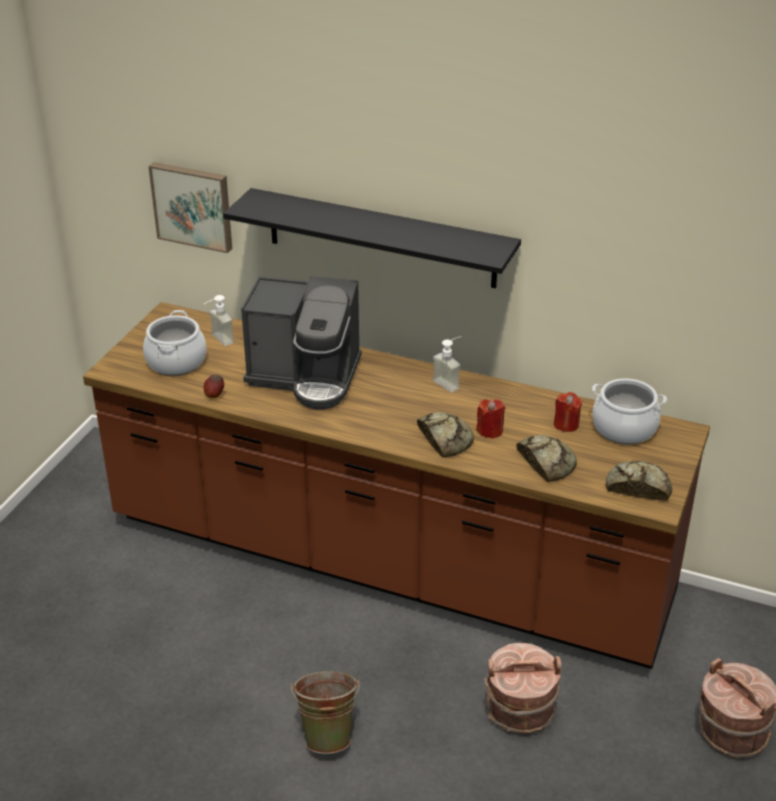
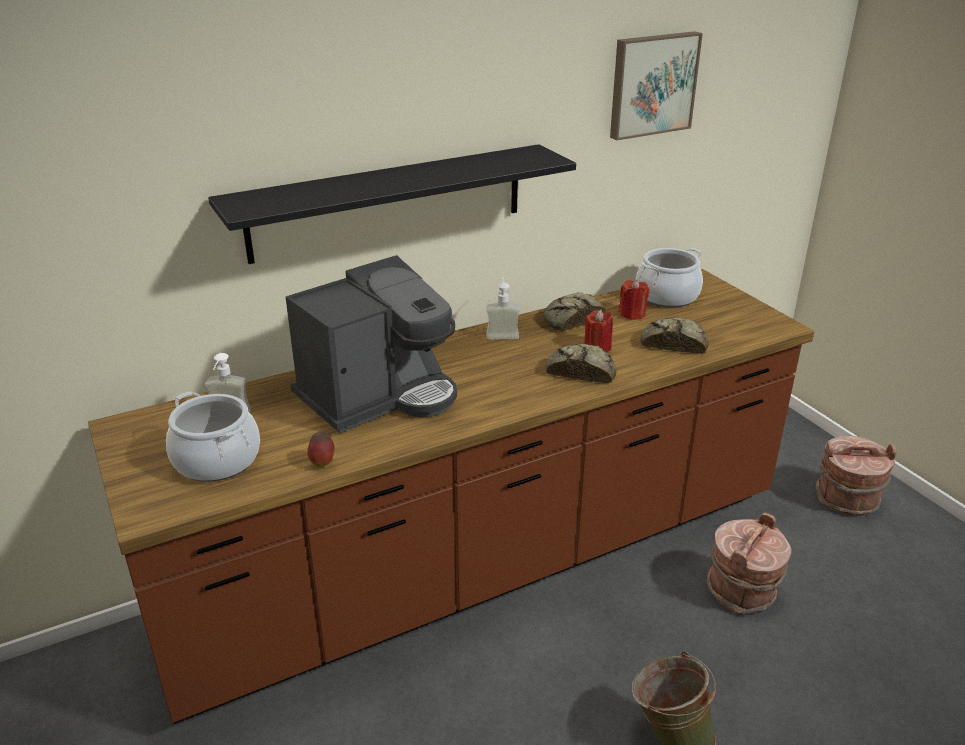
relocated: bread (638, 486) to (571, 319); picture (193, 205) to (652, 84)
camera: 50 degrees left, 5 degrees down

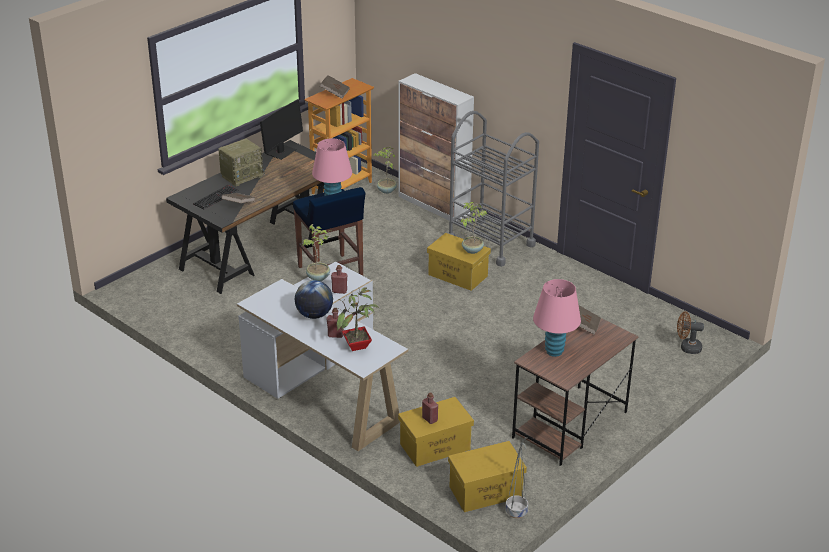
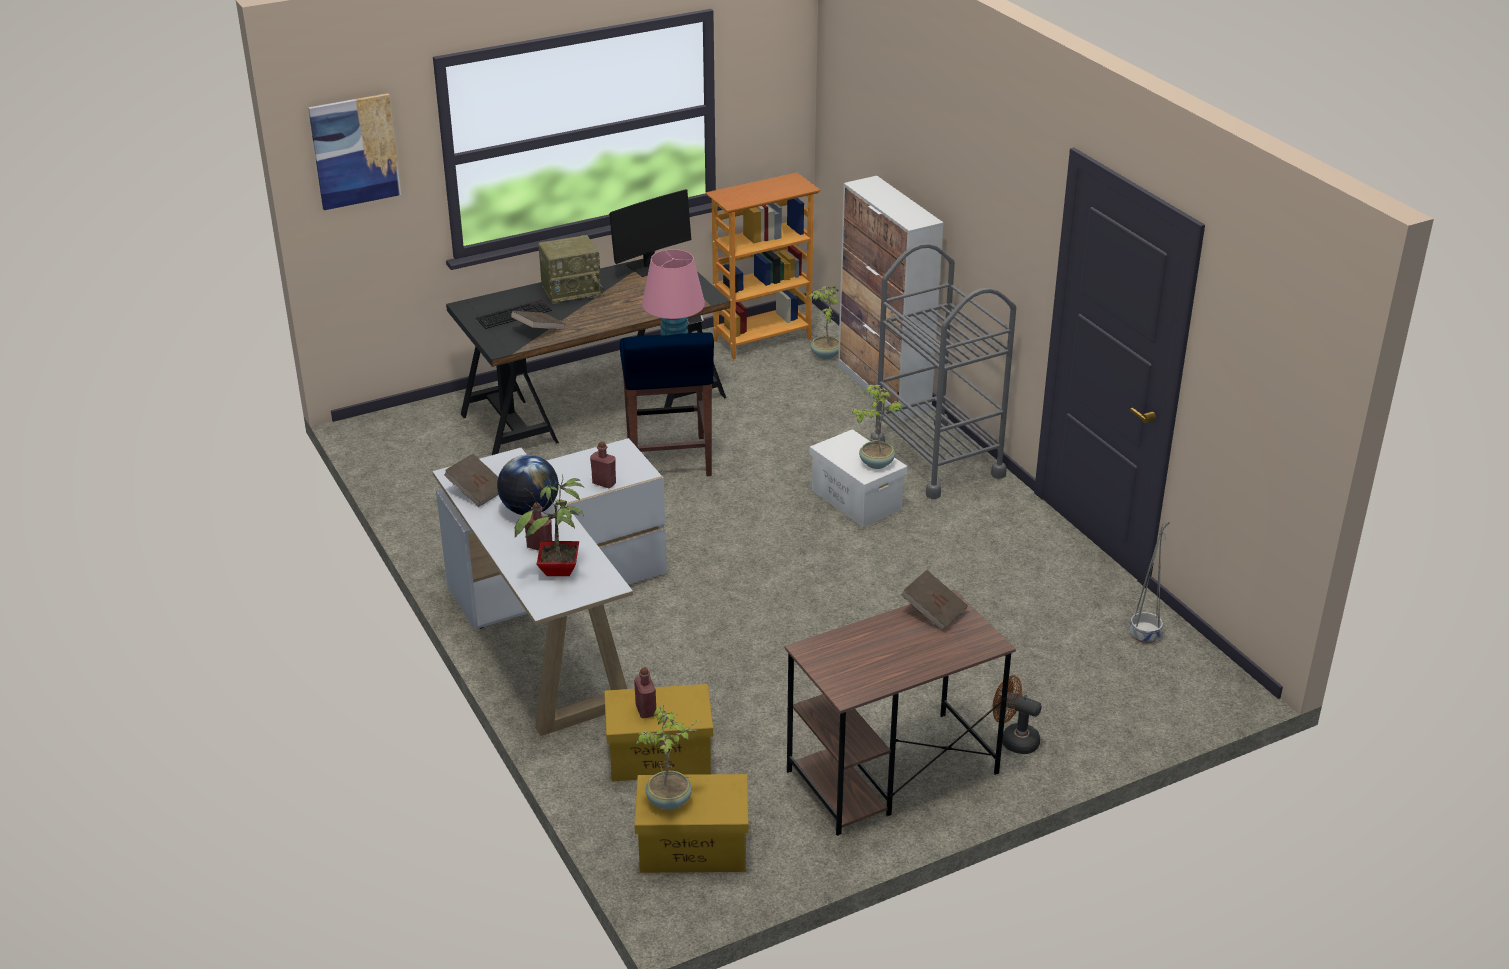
missing: table lamp/pink (554, 351)
appeared: picture (355, 151)
relocated: book/brown (335, 93) to (477, 491); potted plant (318, 277) to (670, 801); fan/brown (687, 348) to (1013, 740); planter/grey (516, 512) to (1145, 635)
colour: storage box/yellow (458, 275) to storage box/white (857, 500)
camera: 20 degrees right, 0 degrees up

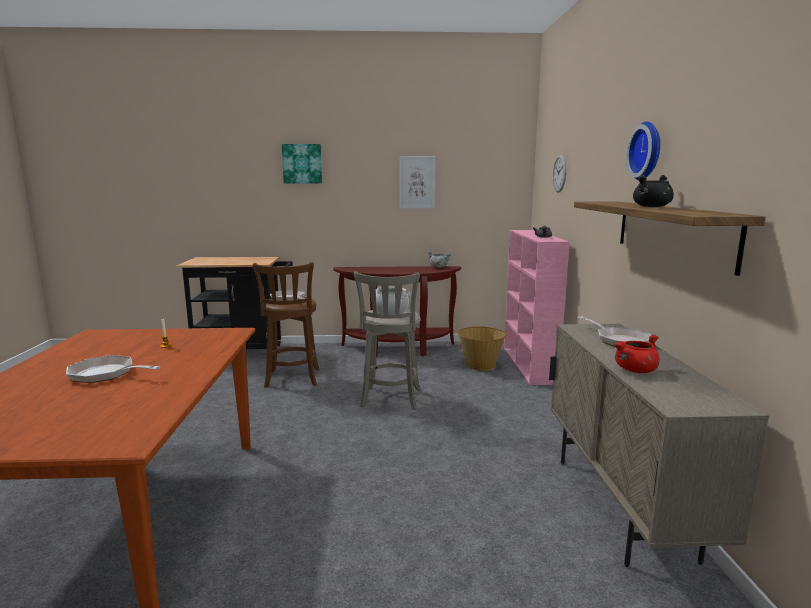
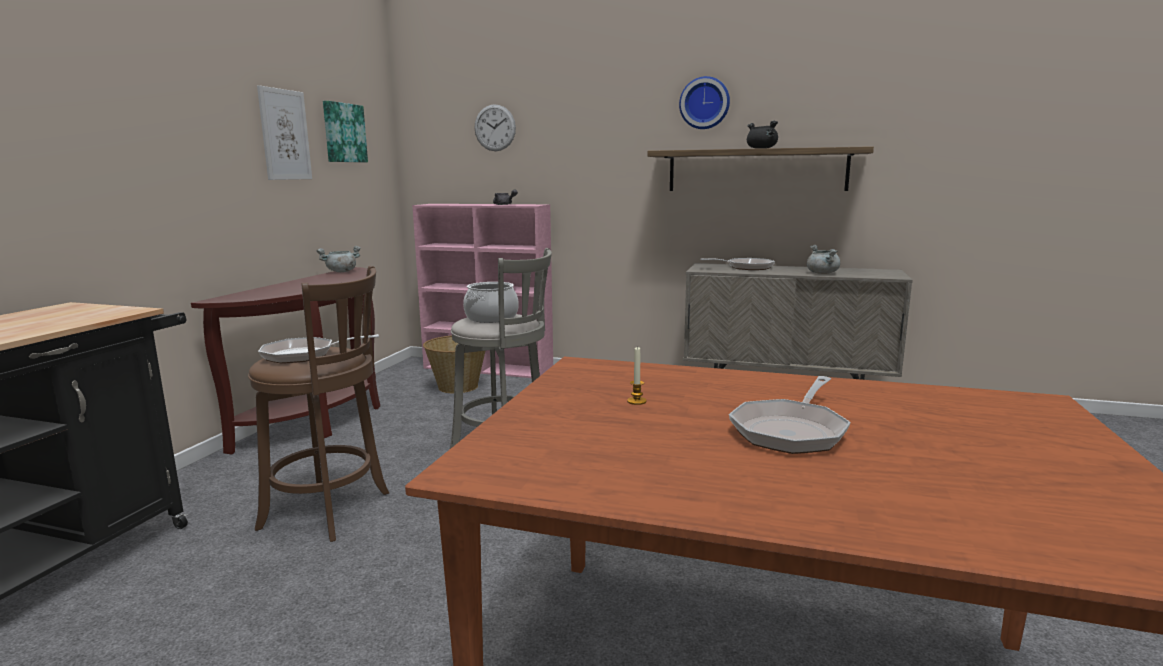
relocated: picture (302, 164) to (343, 133)
colour: cooking pot/red (635, 370) to cooking pot/grey (822, 273)
camera: 70 degrees left, 0 degrees up

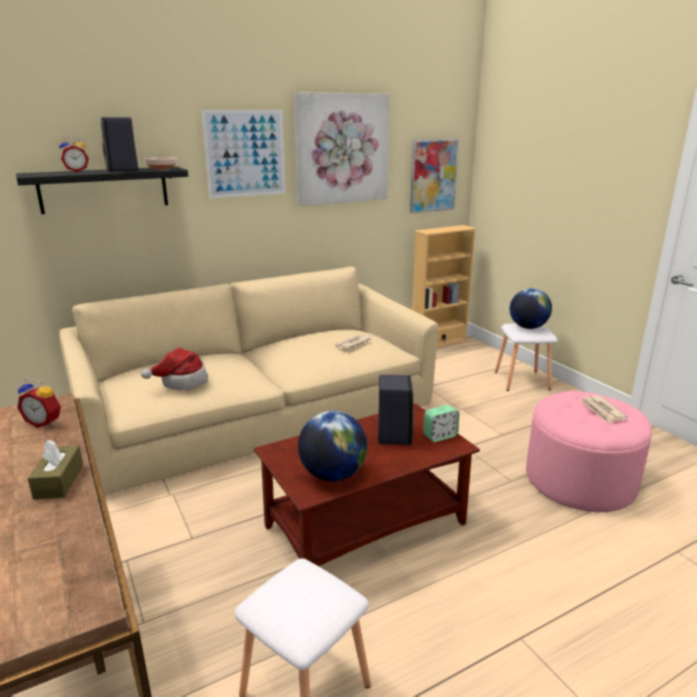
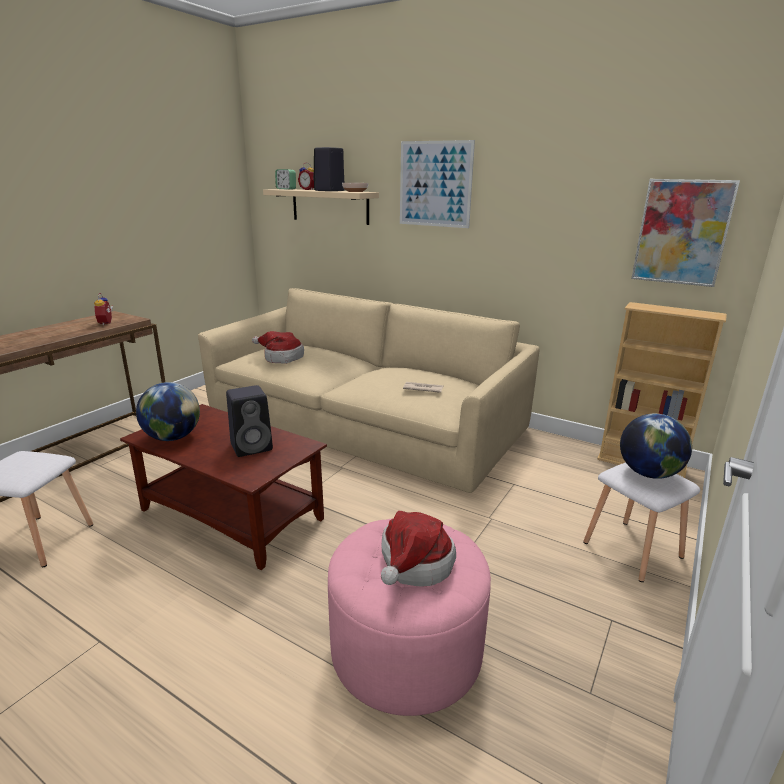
missing: tissue box/brown (59, 481); picture (342, 149)
relocated: alarm clock (440, 436) to (286, 189)
exchanged: newspaper (602, 411) to hat (413, 565)
colour: shelf/black (104, 189) to shelf/beige (330, 206)
camera: 60 degrees right, 0 degrees up

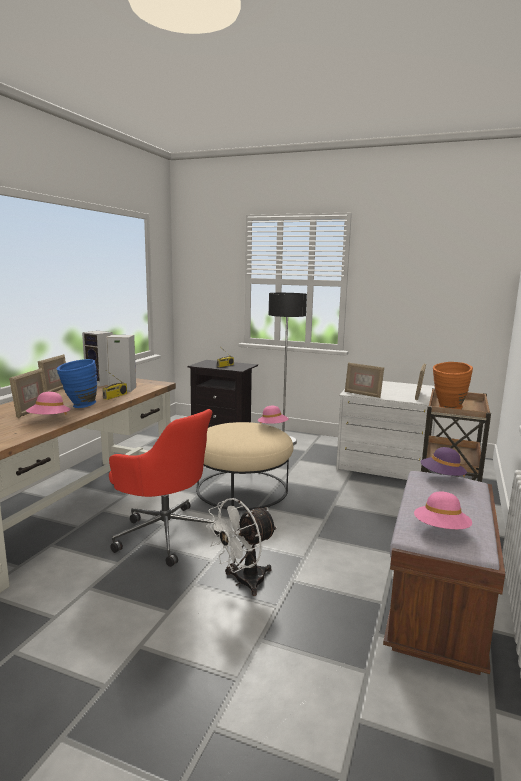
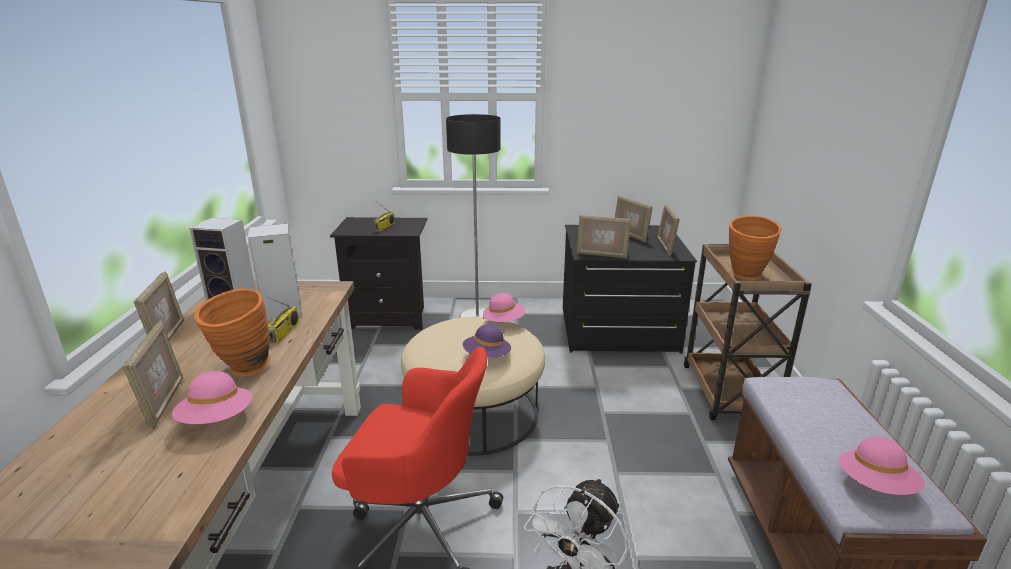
appeared: picture frame (630, 235)
relocated: hat/purple (442, 477) to (487, 356)
colour: vase/blue (79, 406) to vase/orange (242, 371); dresser/white (385, 463) to dresser/black (618, 330)
camera: 20 degrees left, 10 degrees up

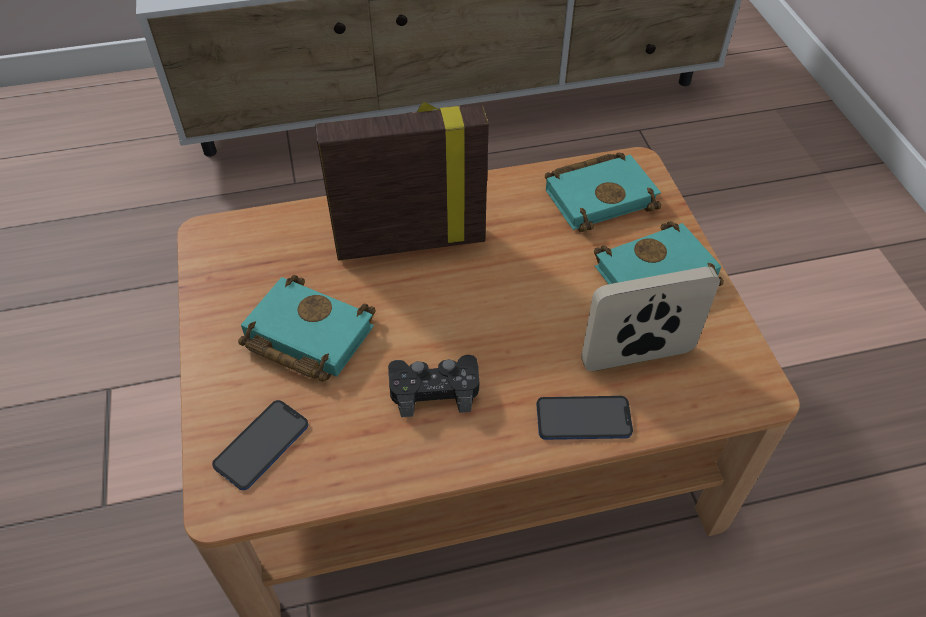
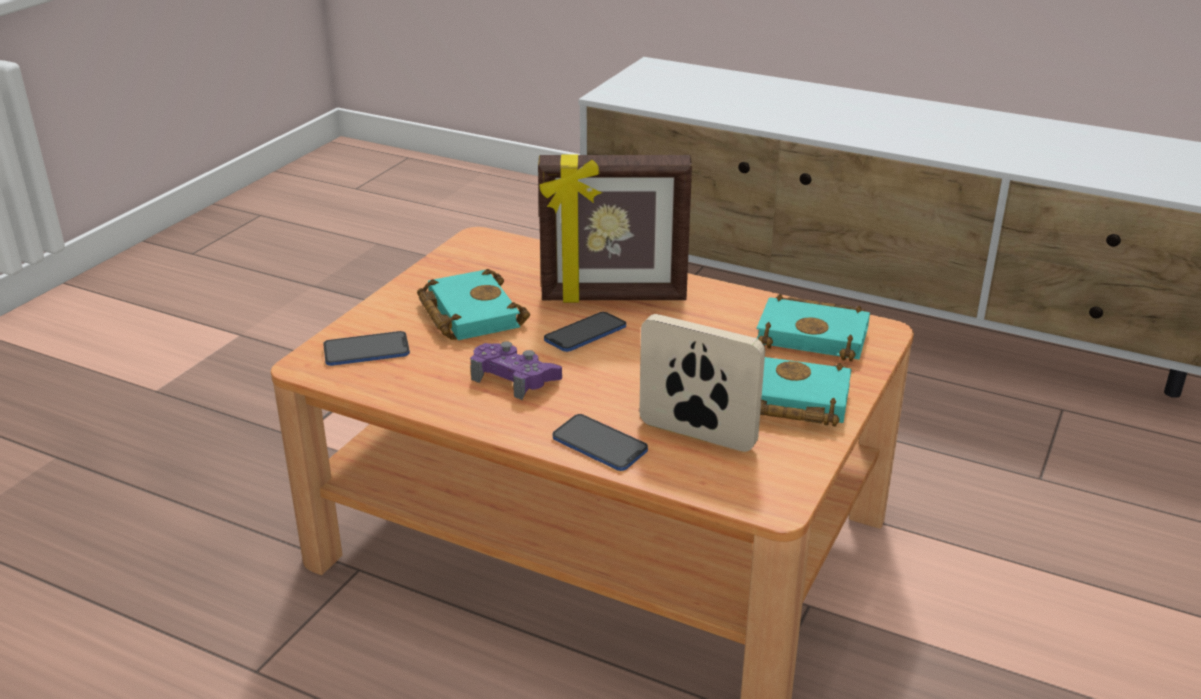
appeared: phone (585, 334)
colour: game controller/black (434, 389) to game controller/purple (515, 378)
spun: picture frame (410, 241) = (614, 297) 150 degrees clockwise
camera: 40 degrees right, 20 degrees down

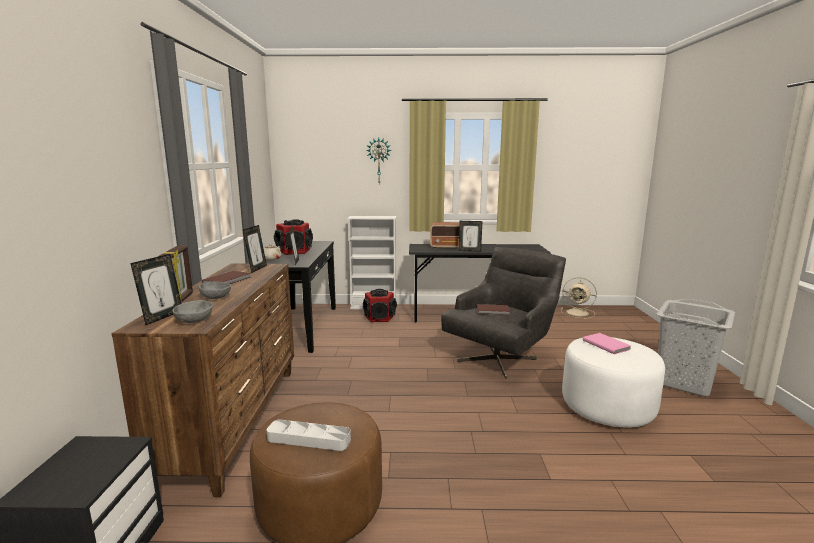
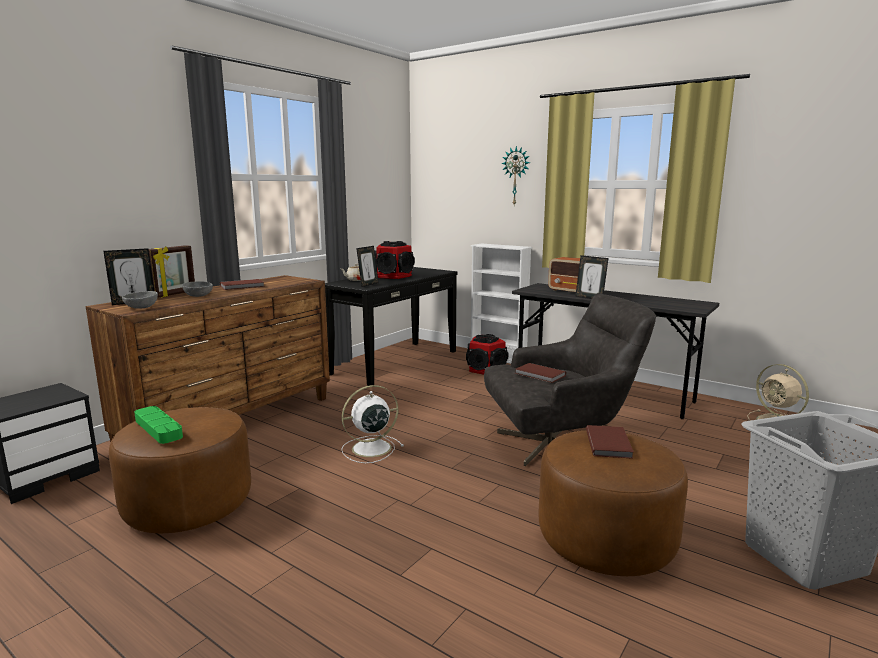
missing: picture frame (256, 269)
appeared: fan/white (369, 449)
colour: tray/grey (309, 439) to tray/green (158, 428); ottoman/white (607, 407) to ottoman/brown (606, 540); book/pink (606, 344) to book/brown (609, 443)
camera: 35 degrees right, 0 degrees up

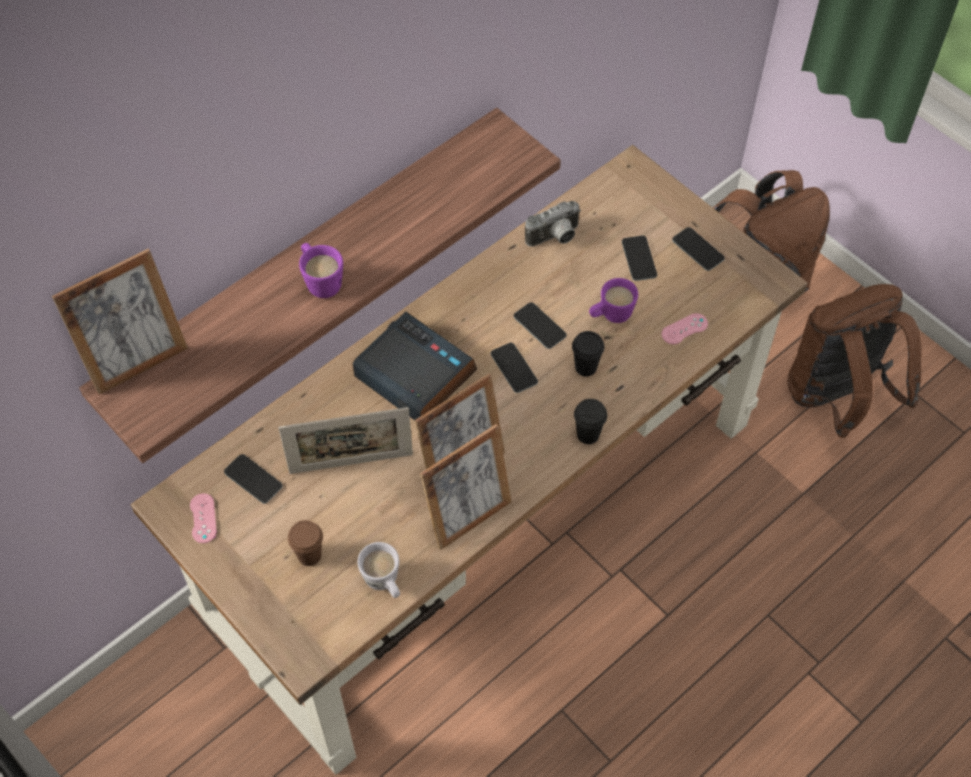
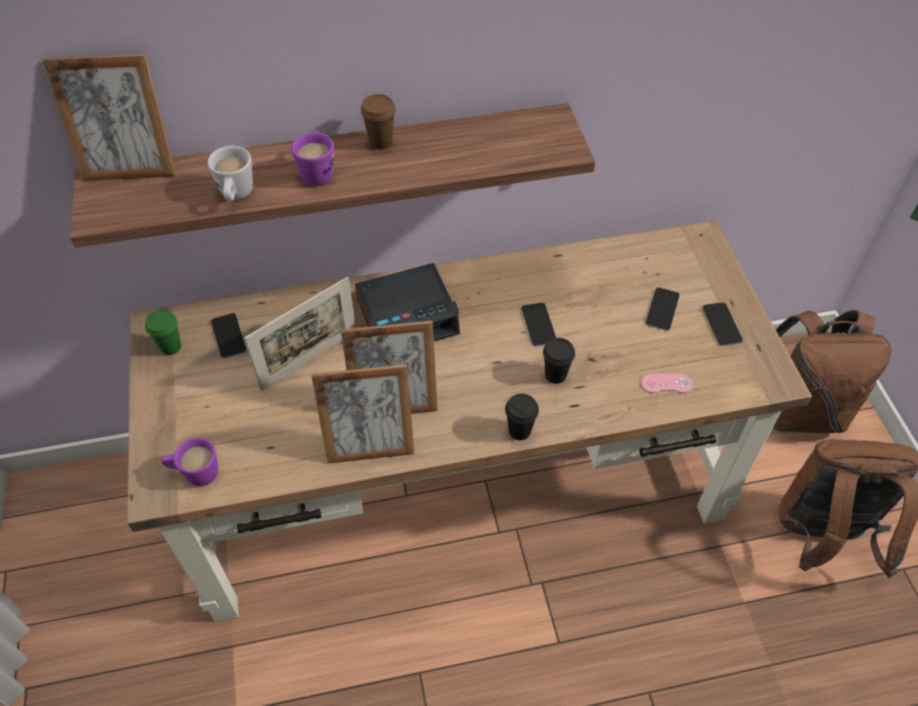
missing: phone (514, 368); photo camera (555, 238)
relocated: mug/purple (610, 316) to (195, 474); mug/white (384, 583) to (236, 196); cup/brown (309, 555) to (381, 142)
exchanged: game controller/pink (203, 518) to cup/green (170, 347)
spun: picture frame (351, 463) = (309, 360) 60 degrees counterclockwise; alarm clock (413, 374) = (408, 316) 90 degrees clockwise
camera: 30 degrees right, 5 degrees down

